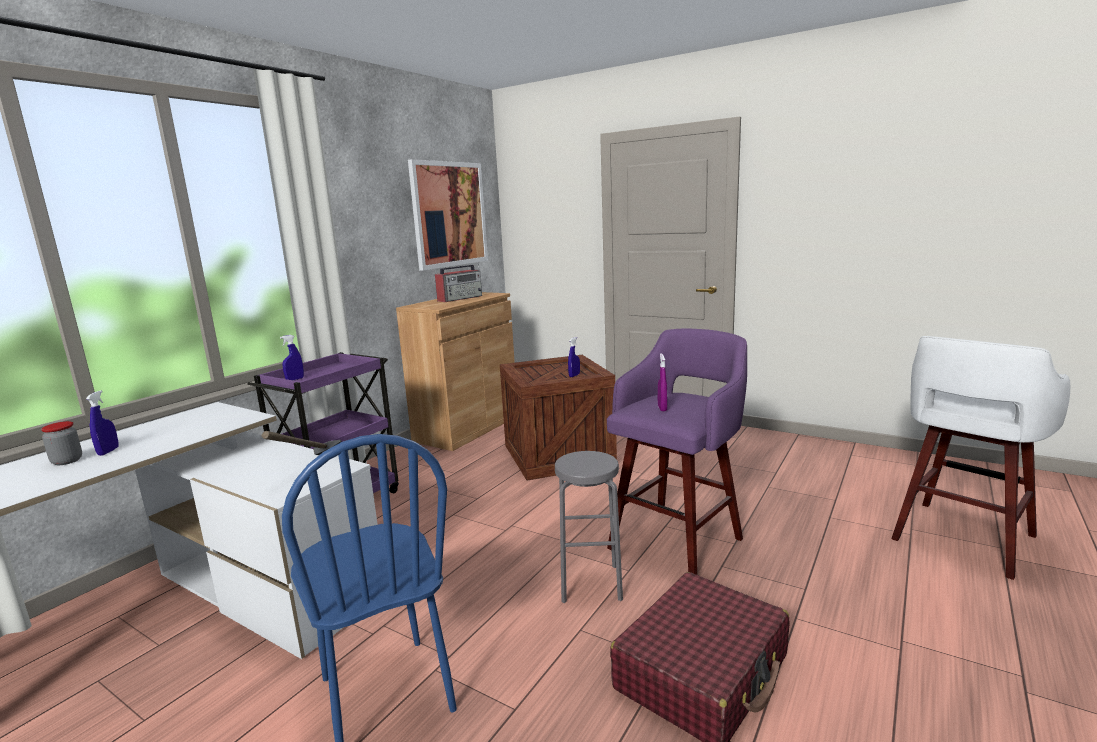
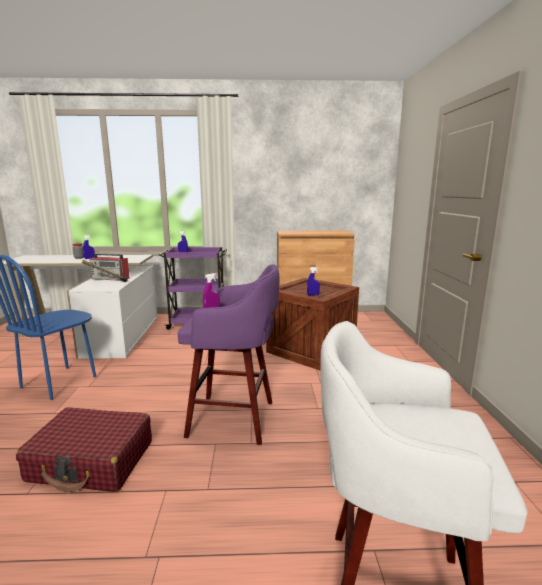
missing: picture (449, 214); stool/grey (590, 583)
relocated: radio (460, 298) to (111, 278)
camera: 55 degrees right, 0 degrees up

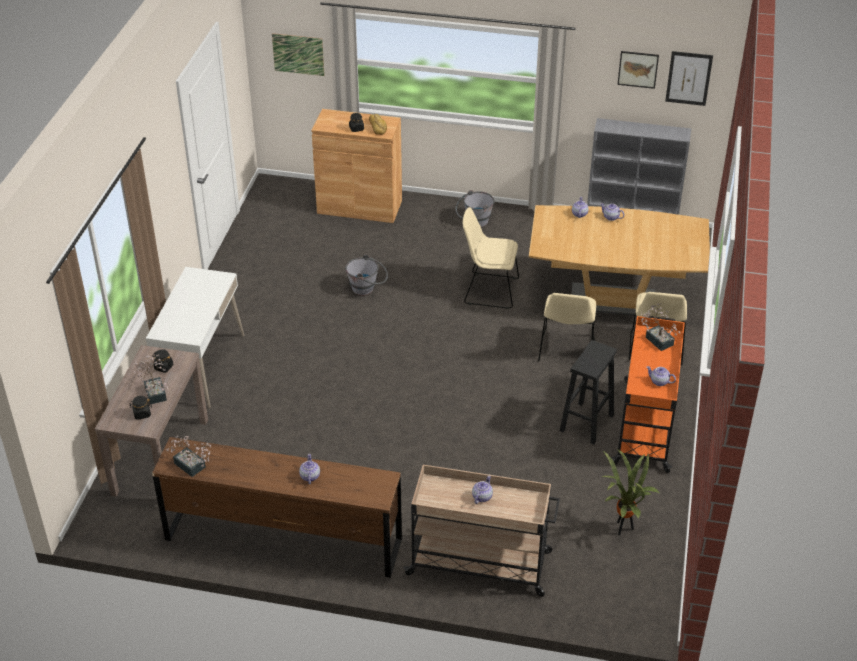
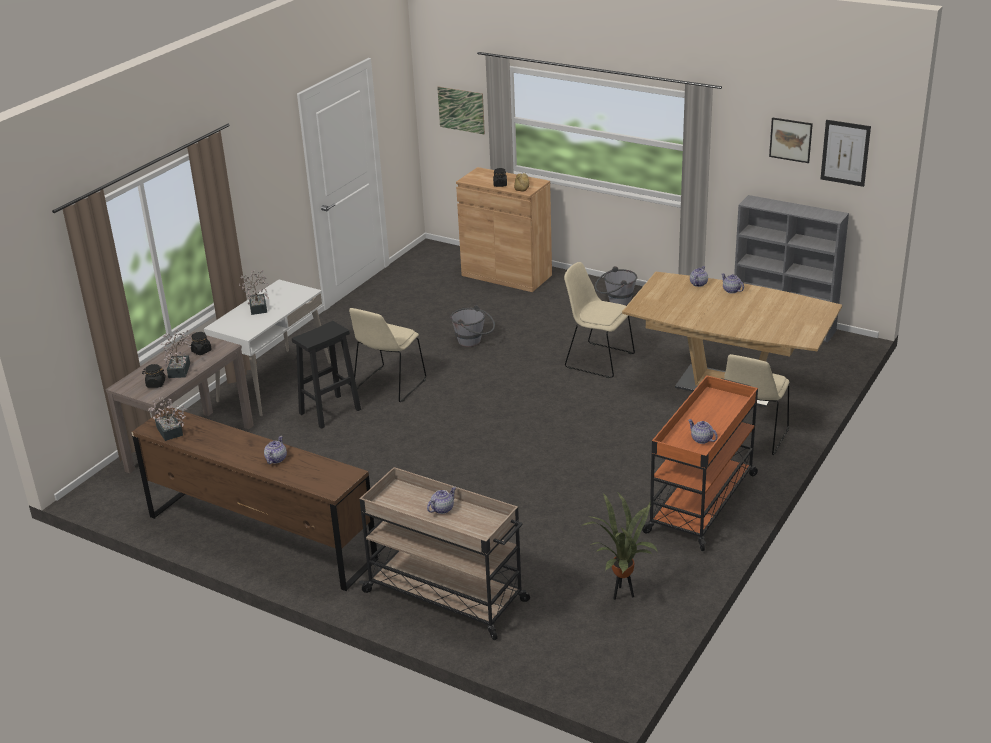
relocated: potted plant (657, 339) to (258, 306); stool/black (586, 424) to (329, 412); chair/beige (566, 351) to (388, 386)
camera: 20 degrees right, 10 degrees down

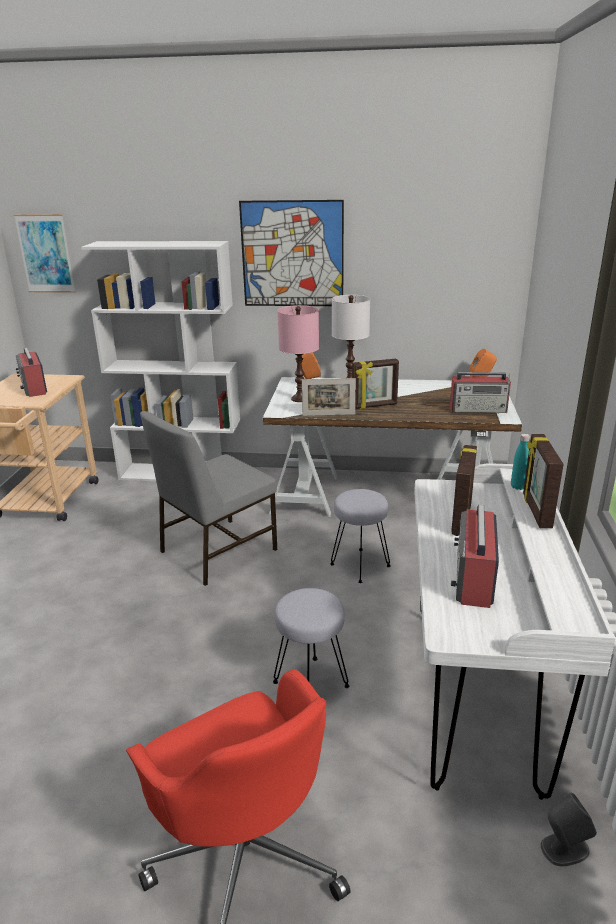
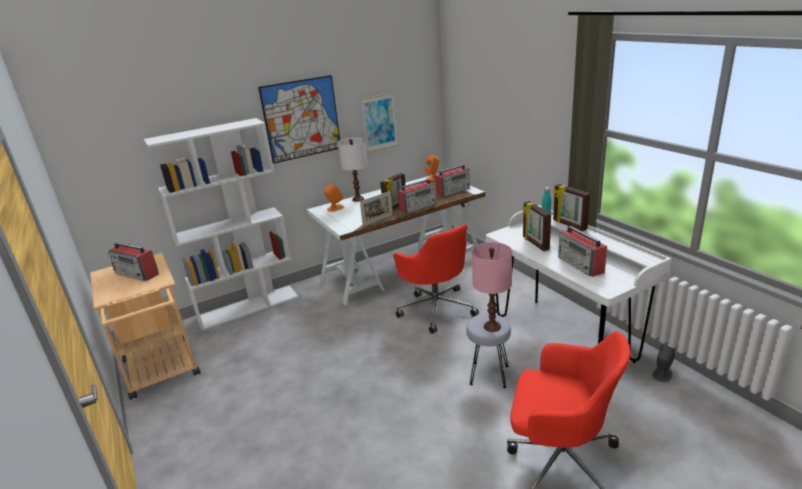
missing: chair/grey (216, 551)
appeared: radio (418, 207)
relocated: picture (45, 254) to (379, 122); table lamp/pink (299, 399) to (492, 326)
exchanged: stool/grey (359, 566) to office chair/red (436, 308)
camera: 35 degrees left, 0 degrees up

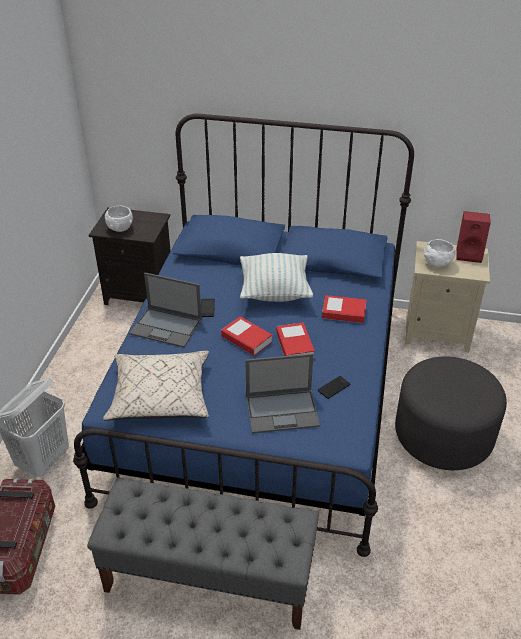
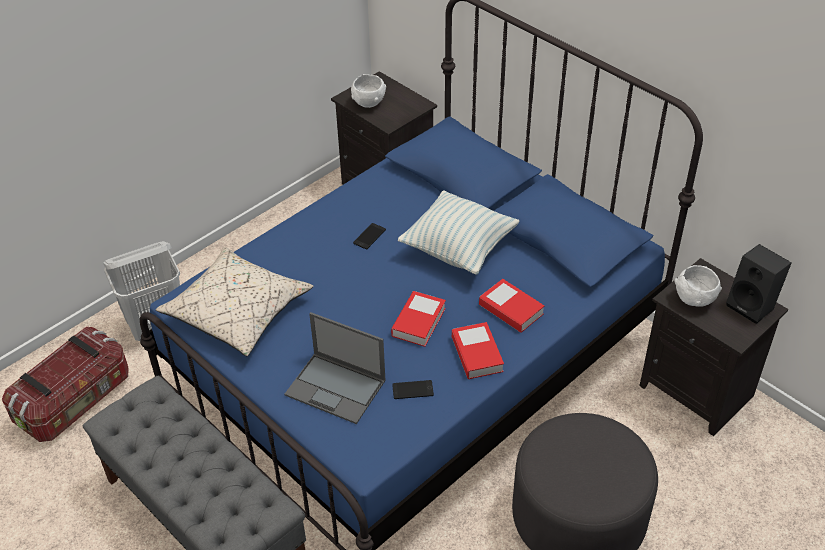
missing: laptop (167, 327)
relocated: book (246, 339) to (477, 354)
colour: nightstand/beige (438, 331) to nightstand/black (698, 390); speaker/red (469, 254) to speaker/black (752, 306)
camera: 35 degrees right, 5 degrees up

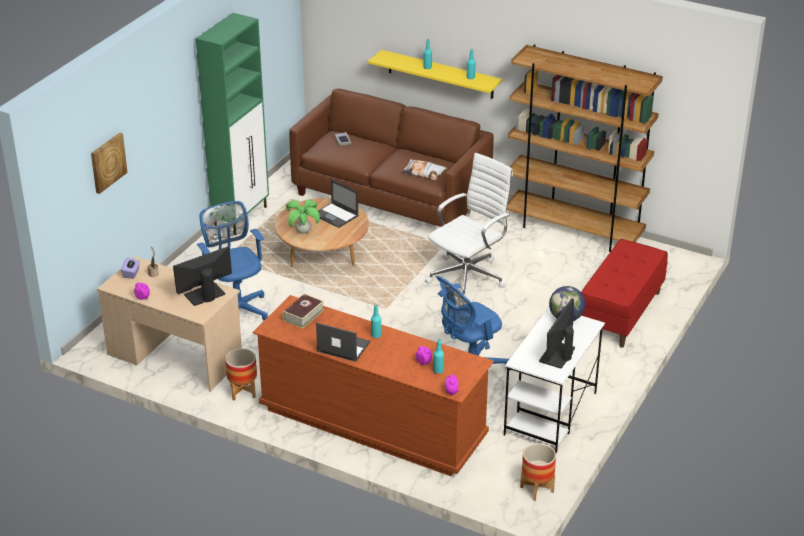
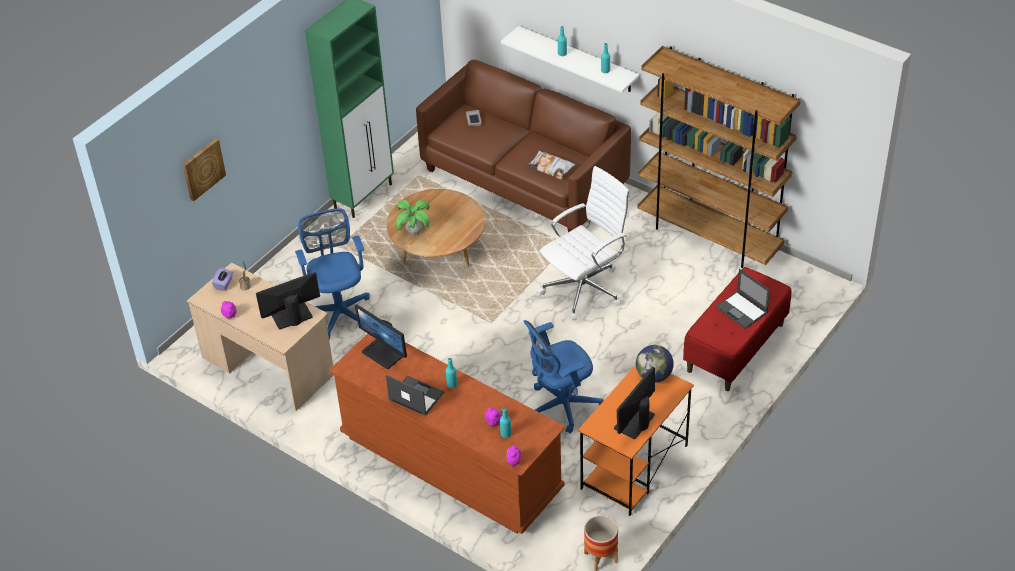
missing: planter (243, 392)
relocated: laptop (336, 215) to (742, 310)
exchanged: book (303, 315) to monitor (383, 353)
colour: shelf/yellow (440, 74) to shelf/white (577, 59); desk/white (550, 414) to desk/orange (634, 467)
camera: 10 degrees right, 10 degrees up

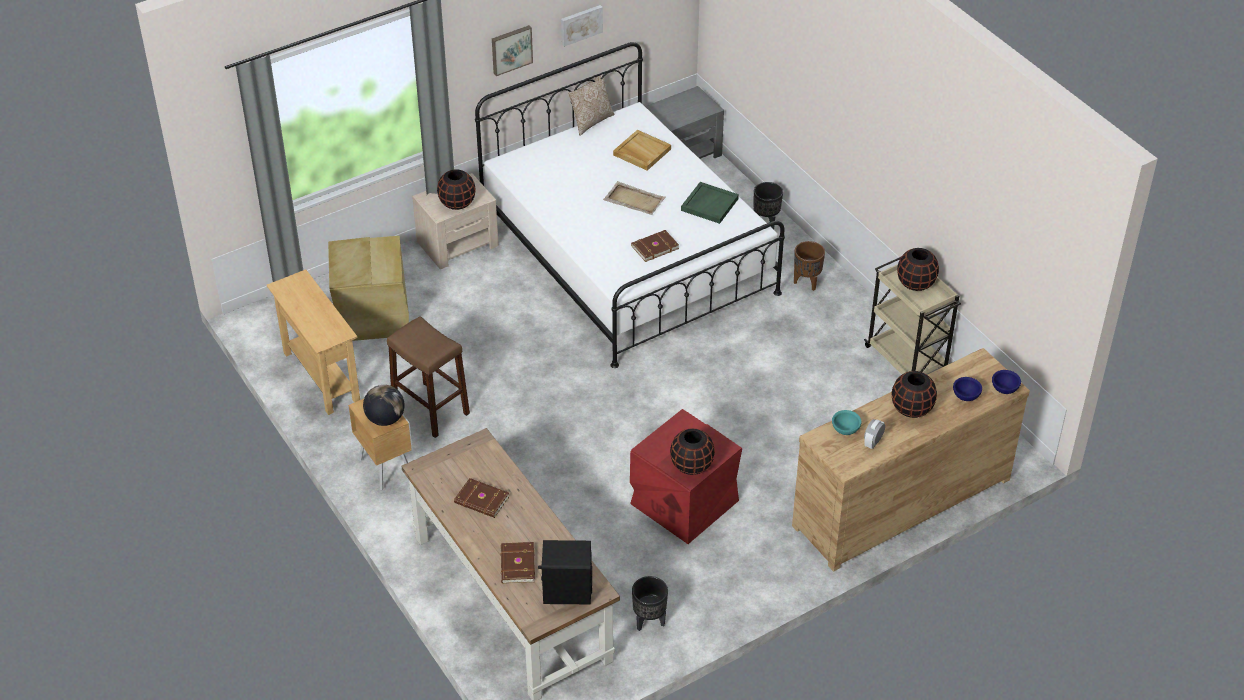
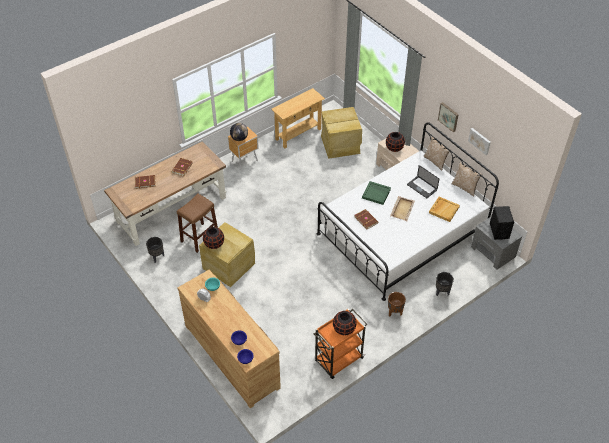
missing: vase/black (911, 408)
appeared: laptop (422, 187); pillow (435, 161)
relocated: stool/brown (431, 409) to (199, 237); tray/green (709, 204) to (376, 193); speaker/black (567, 591) to (499, 231)
colour: storage box/red (682, 502) to storage box/beige (229, 265); cart/beige (906, 360) to cart/orange (338, 360)
camera: 85 degrees right, 5 degrees up

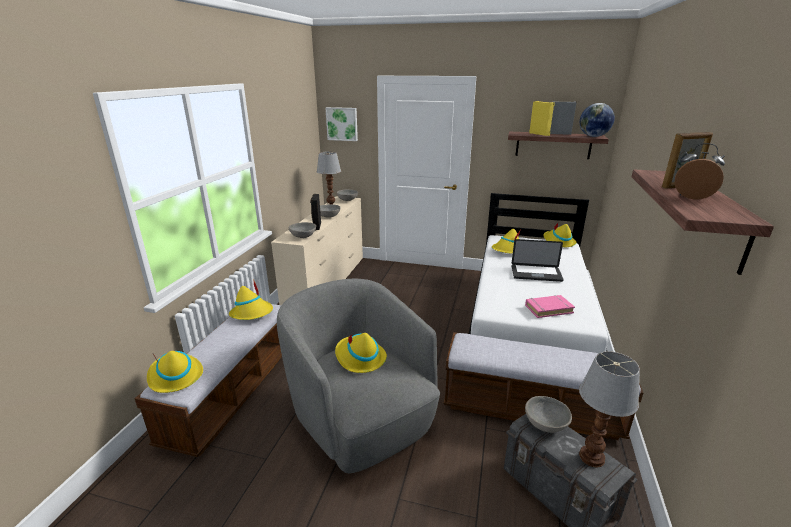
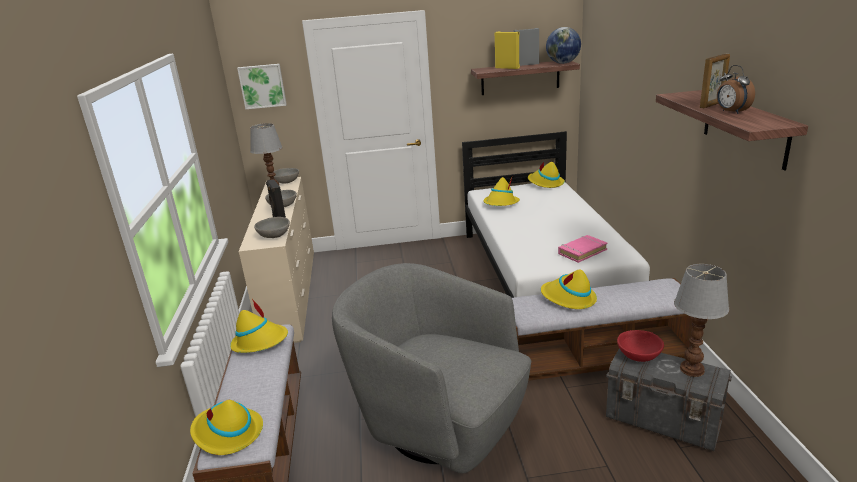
missing: laptop (536, 274)
relocated: hat/yellow (359, 358) to (568, 298)
colour: bowl/grey (546, 423) to bowl/red (638, 355)
spun: alarm clock (692, 197) = (731, 112) 120 degrees counterclockwise
camera: 20 degrees left, 0 degrees up

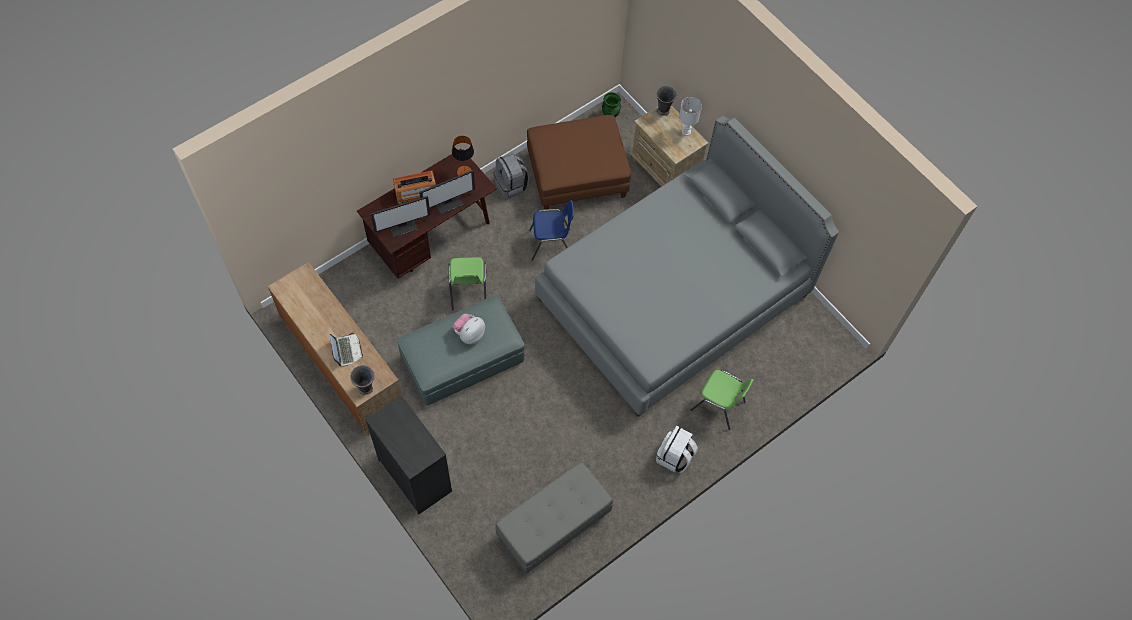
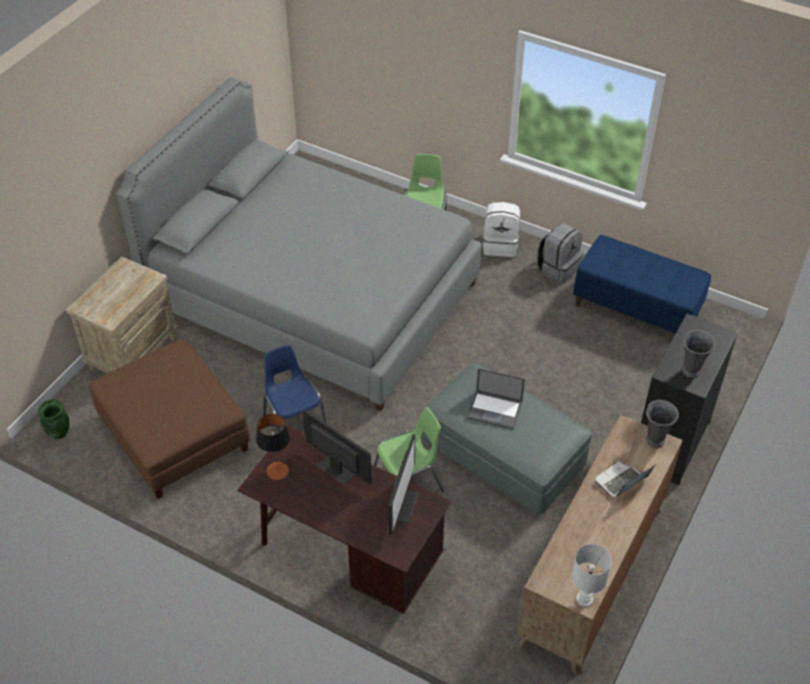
missing: radio (416, 193)
relocated: backpack/grey (511, 185) to (558, 269); table lamp/white (685, 131) to (585, 600); vase/grey (663, 111) to (691, 370)
exchanged: plush toy (469, 334) to laptop (495, 409)
colour: bench/grey (553, 527) to bench/blue (636, 310)
spun: monitor (403, 226) = (401, 504) 60 degrees clockwise
camera: 110 degrees left, 15 degrees down

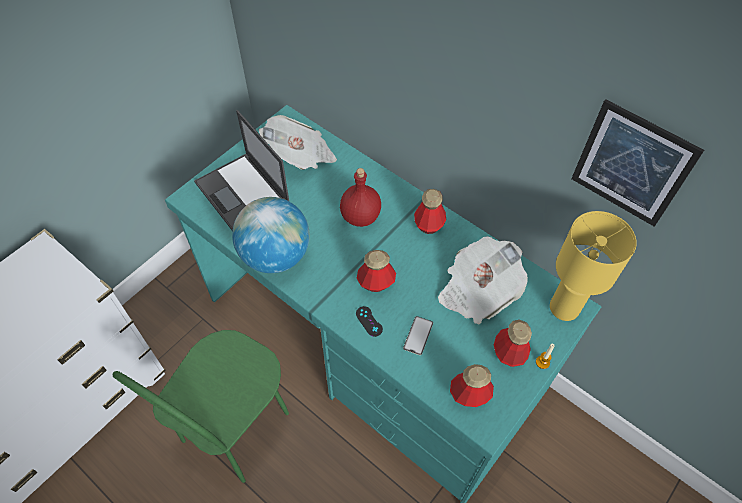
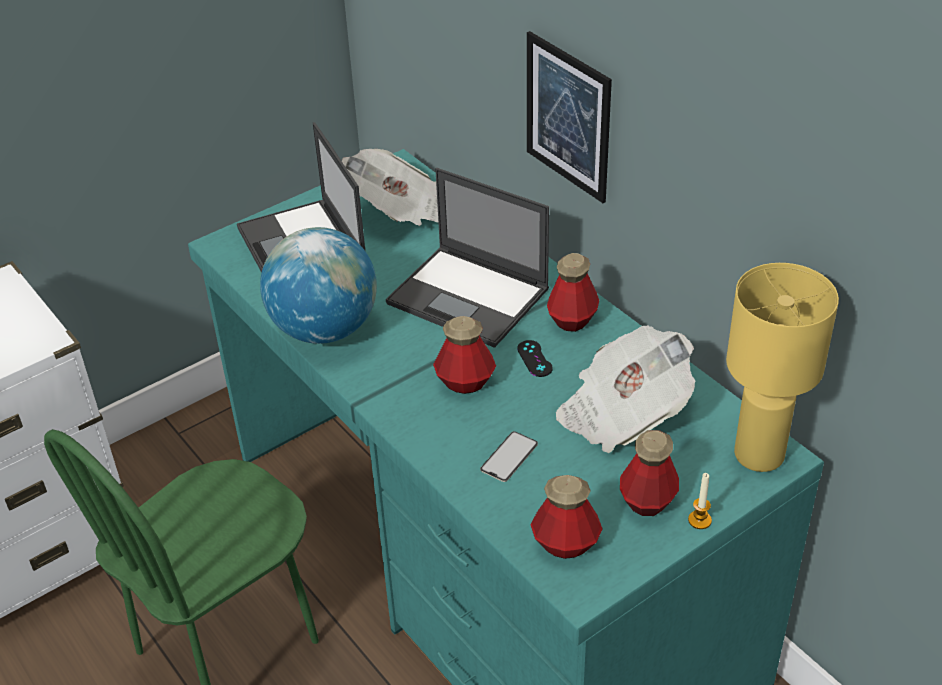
relocated: game controller/black (369, 321) to (534, 359); picture (631, 165) to (568, 117)
exchanged: bottle/red (361, 216) to laptop (470, 297)
camera: 15 degrees right, 15 degrees down

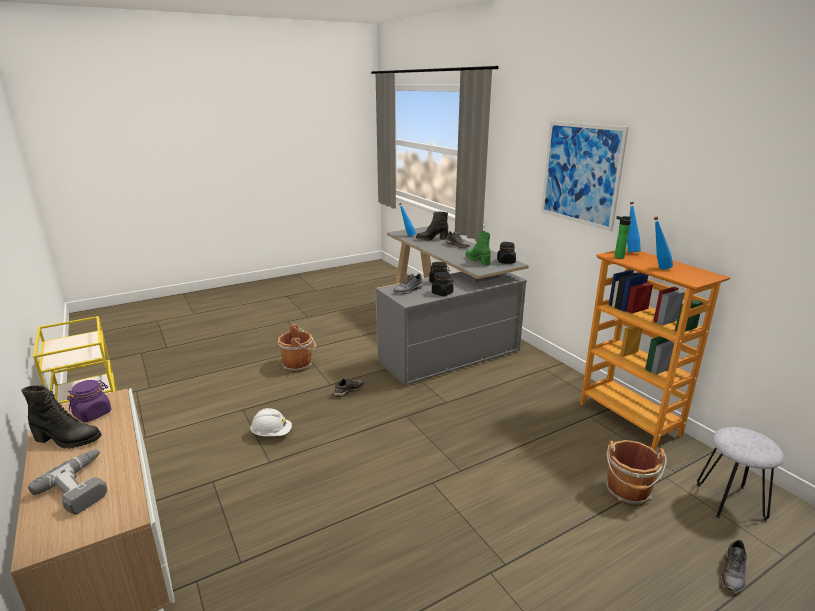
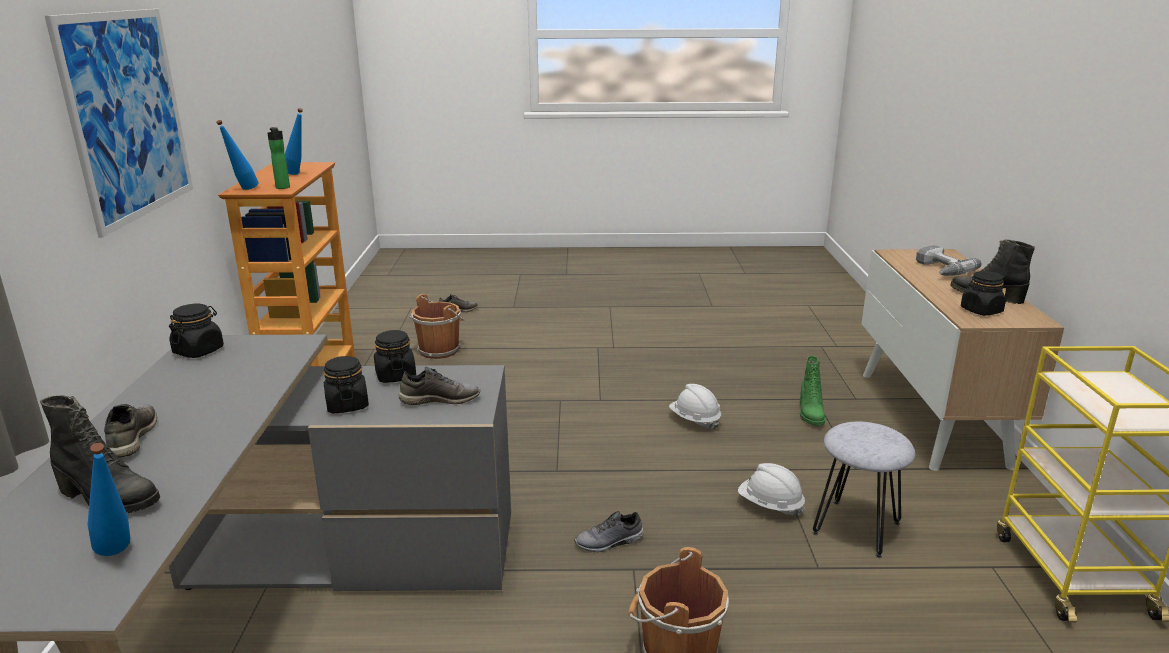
appeared: hard hat/white (694, 420)
relocated: boot/green (478, 260) to (810, 414); stool/grey (730, 501) to (856, 528)
colour: jar/purple (93, 414) to jar/black (981, 311)
camera: 150 degrees left, 0 degrees up

